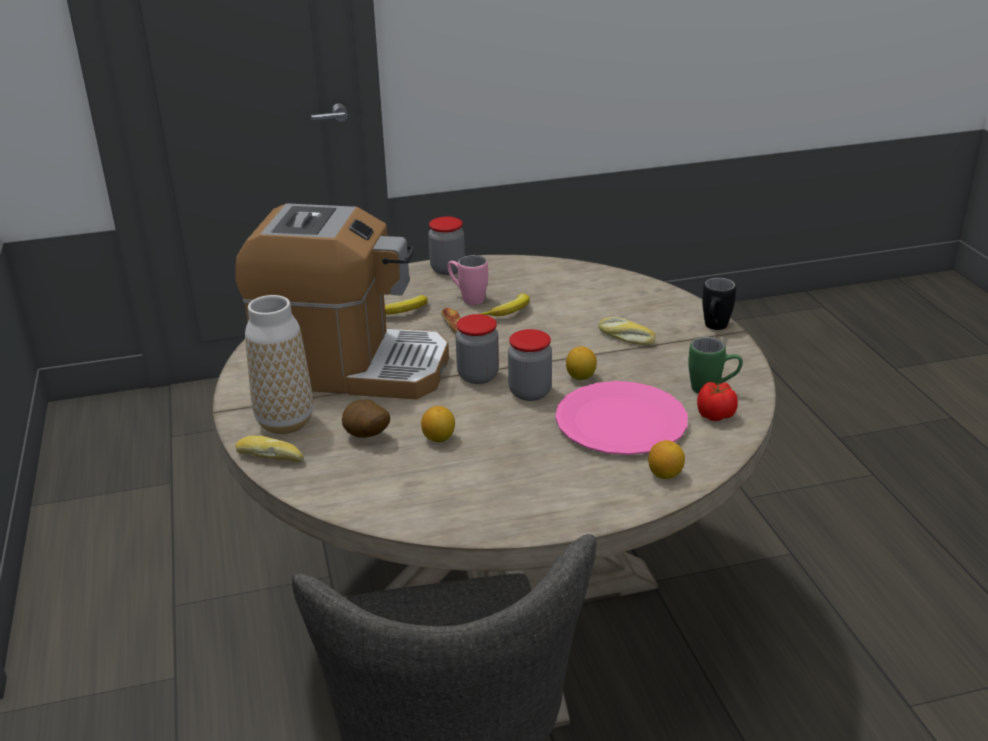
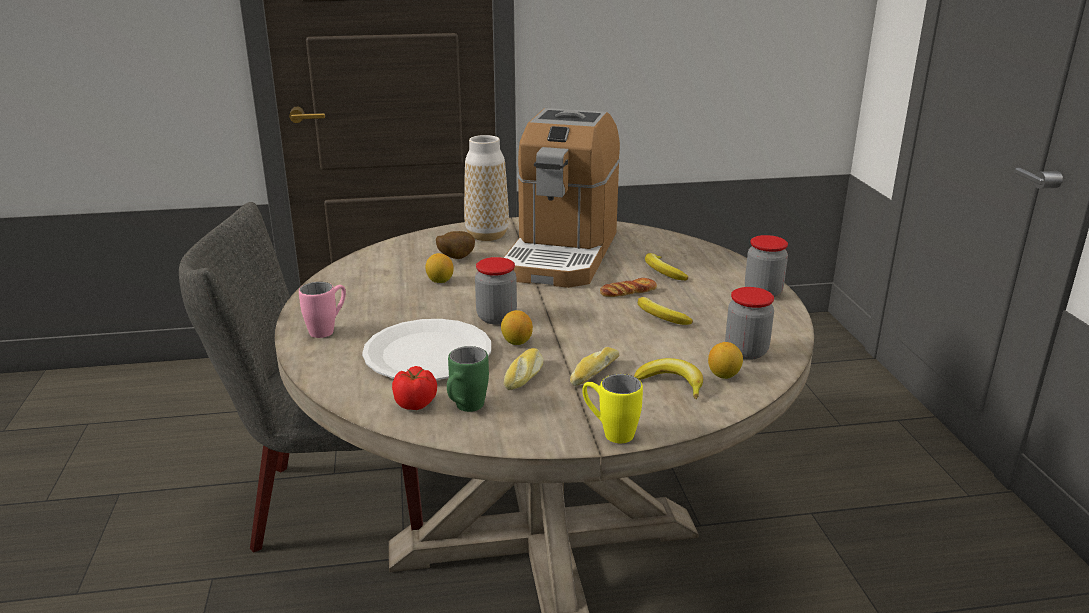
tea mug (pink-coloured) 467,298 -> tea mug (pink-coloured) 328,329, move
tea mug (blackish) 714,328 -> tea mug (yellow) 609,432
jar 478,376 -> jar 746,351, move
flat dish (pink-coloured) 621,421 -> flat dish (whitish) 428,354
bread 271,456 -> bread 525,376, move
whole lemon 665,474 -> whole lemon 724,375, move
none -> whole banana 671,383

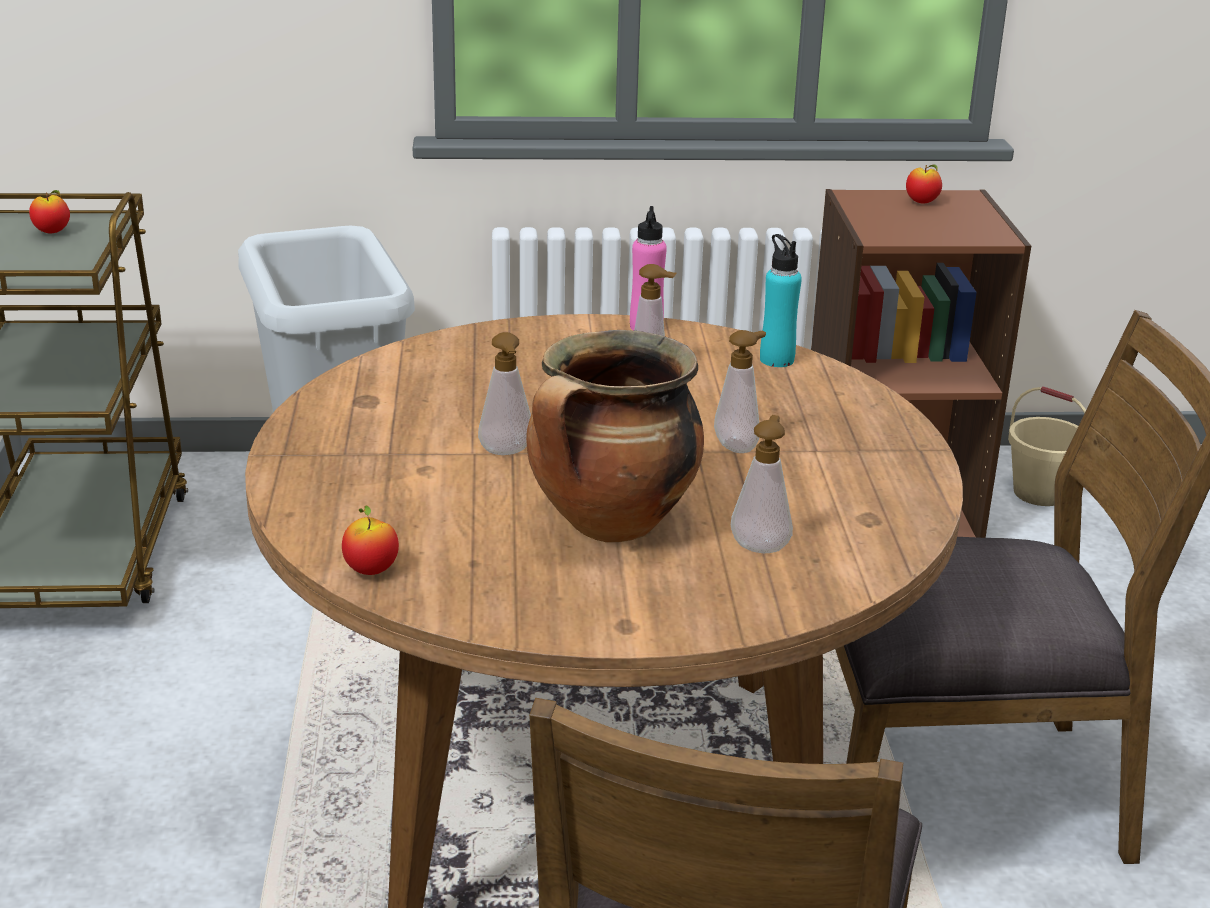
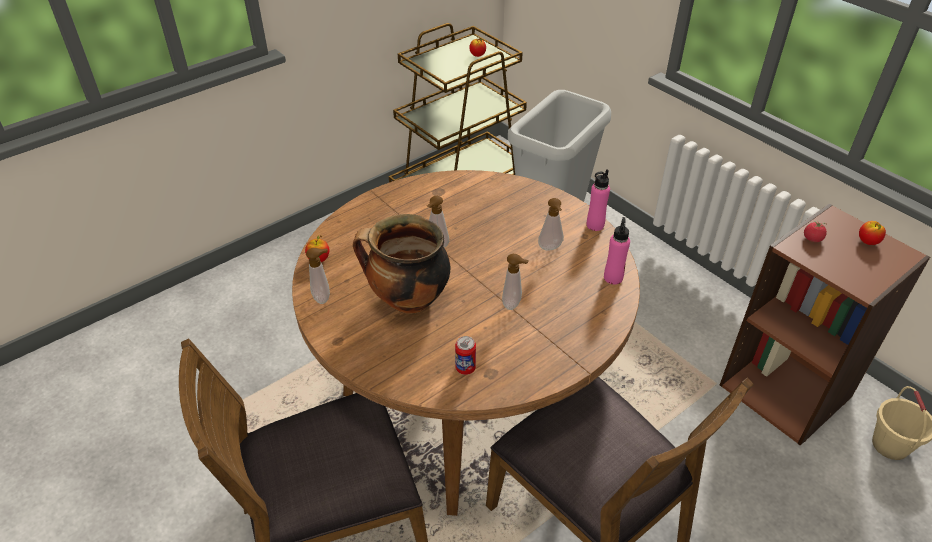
beverage bottle (blue-green) 776,360 -> beverage bottle (pink-coloured) 613,277
soap bottle 760,545 -> soap bottle 323,297, move
none -> tomato 812,239
none -> sealed can 465,368

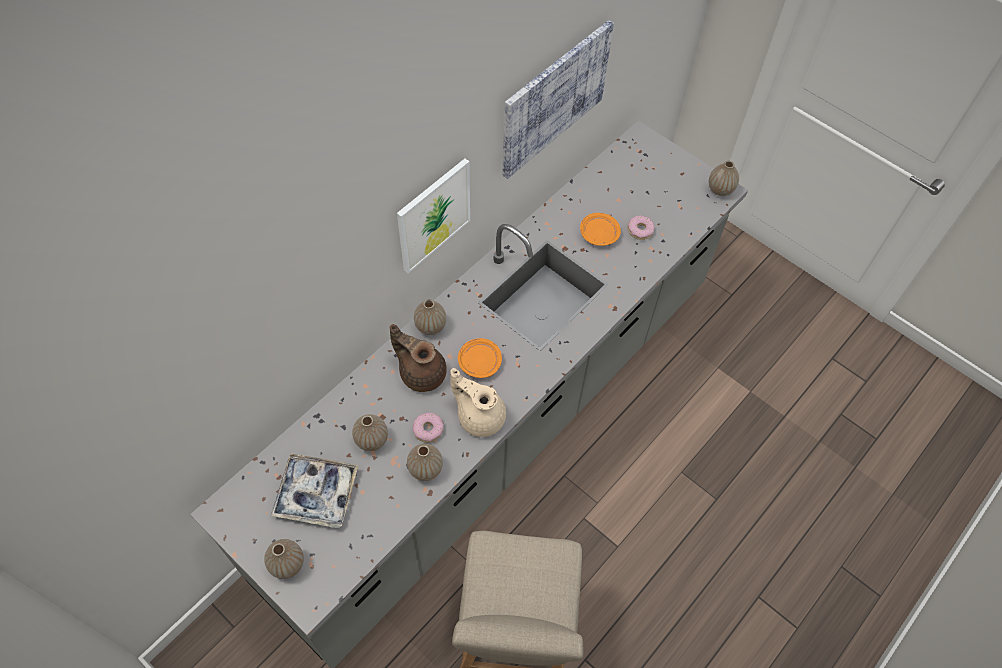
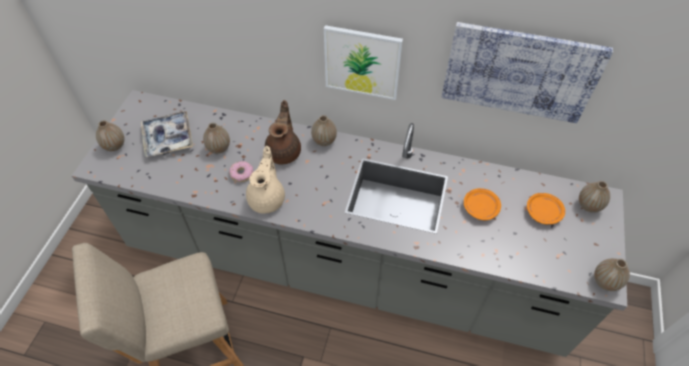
donut 640,230 -> none
flat dish (orangey) 479,361 -> flat dish (orangey) 543,212, move
vase 425,469 -> vase 588,205, move

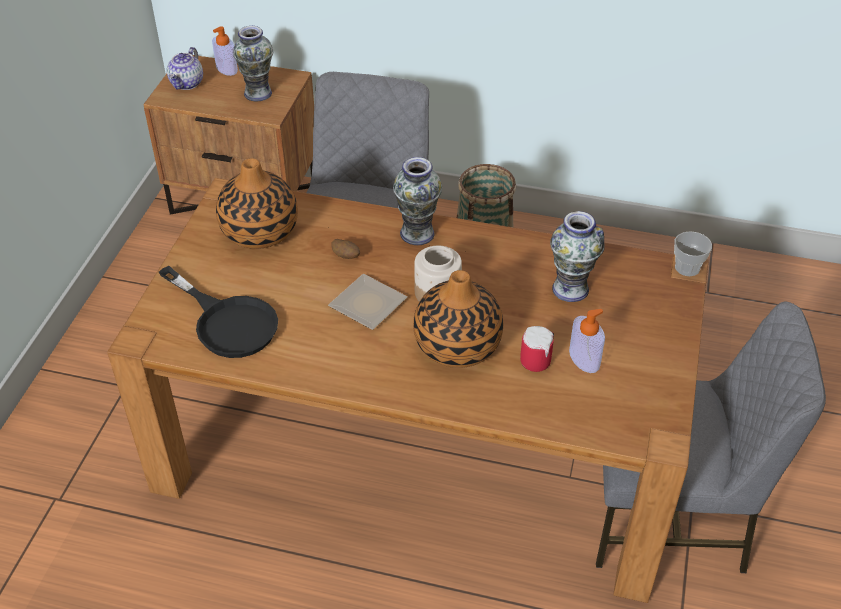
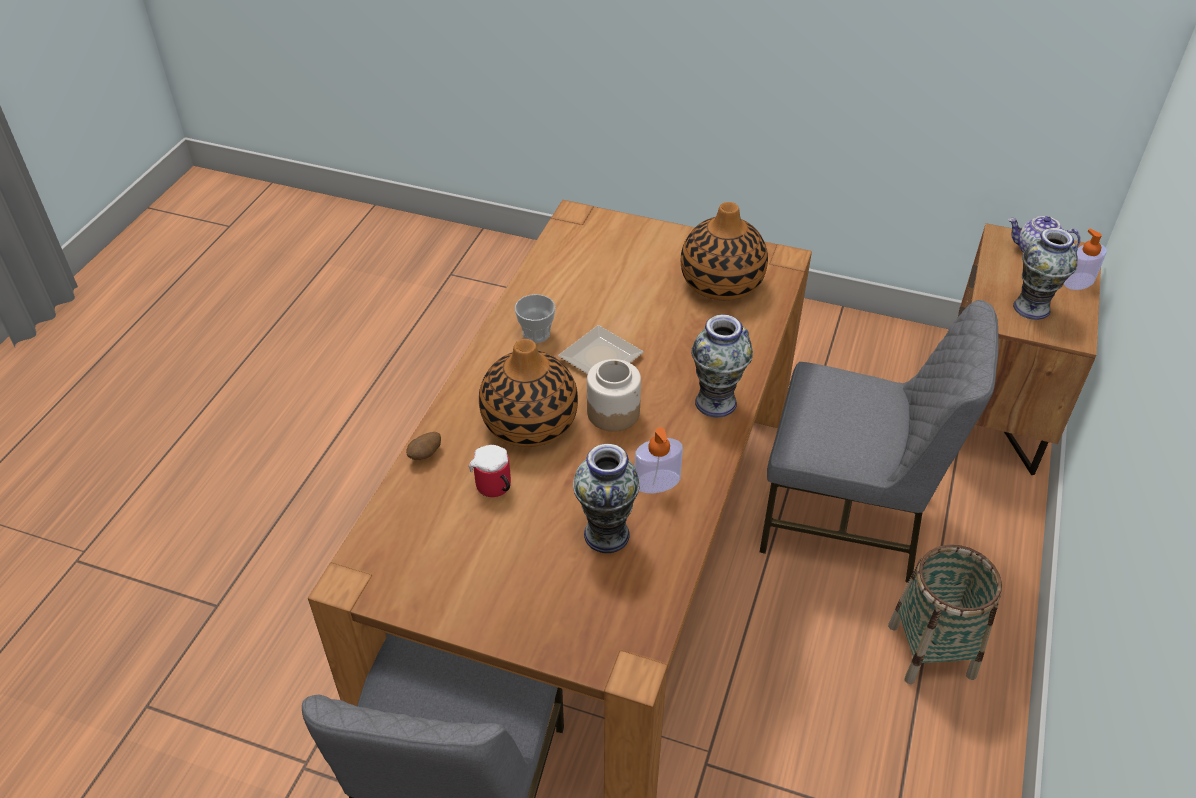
small cup 687,267 -> small cup 536,334, move
whole potato 346,256 -> whole potato 425,455, move
skillet (blackish) 227,322 -> none
soap bottle 584,358 -> soap bottle 657,481, move

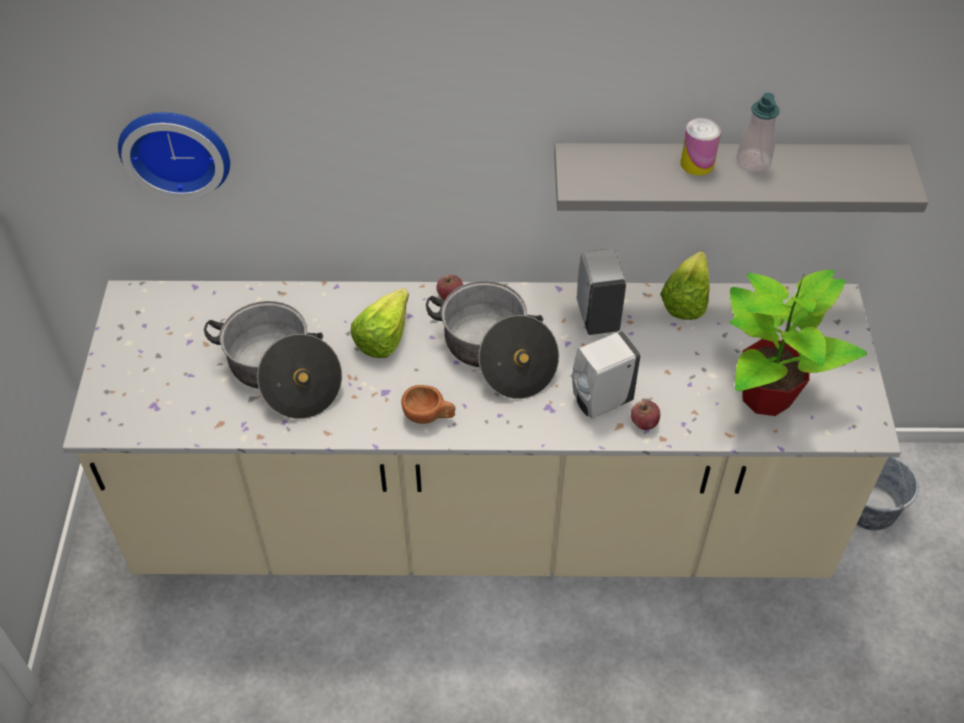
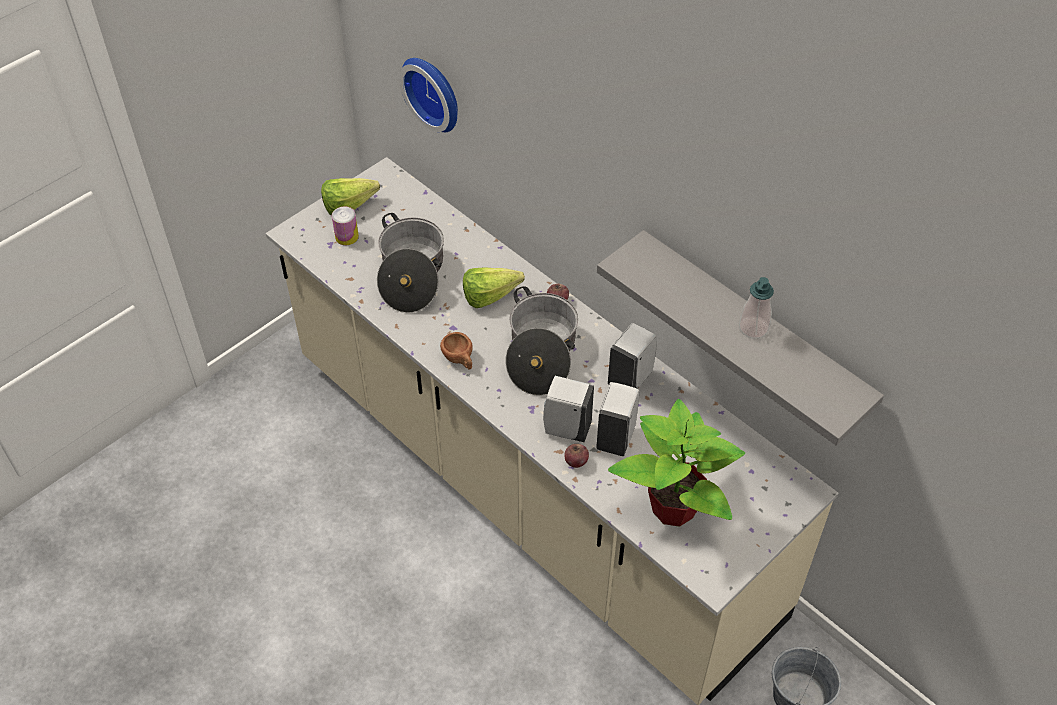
sealed can 697,164 -> sealed can 347,236, move
head of lettuce 689,297 -> head of lettuce 353,206, move
none -> soap bottle (whitish) 616,437

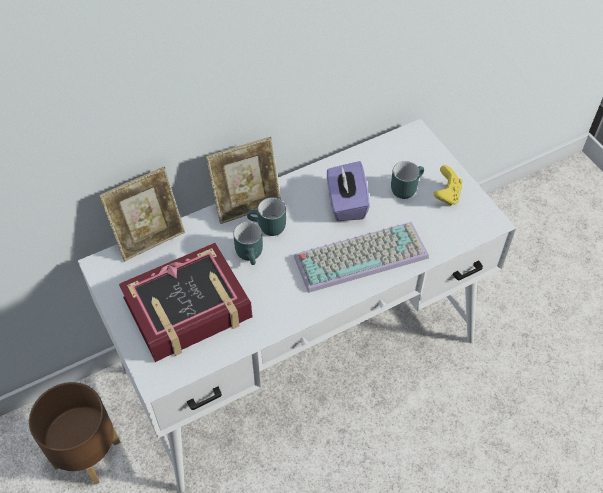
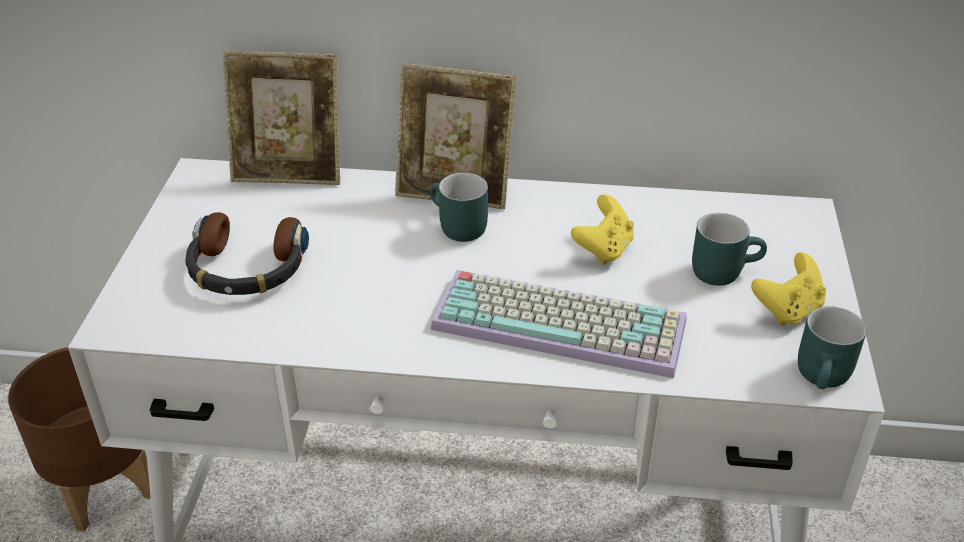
tissue holder (purplish) 346,203 -> game controller (yellow) 603,249
tea mug (blue-green) 252,254 -> tea mug (blue-green) 826,378, move
bound book 188,309 -> headphones 246,268

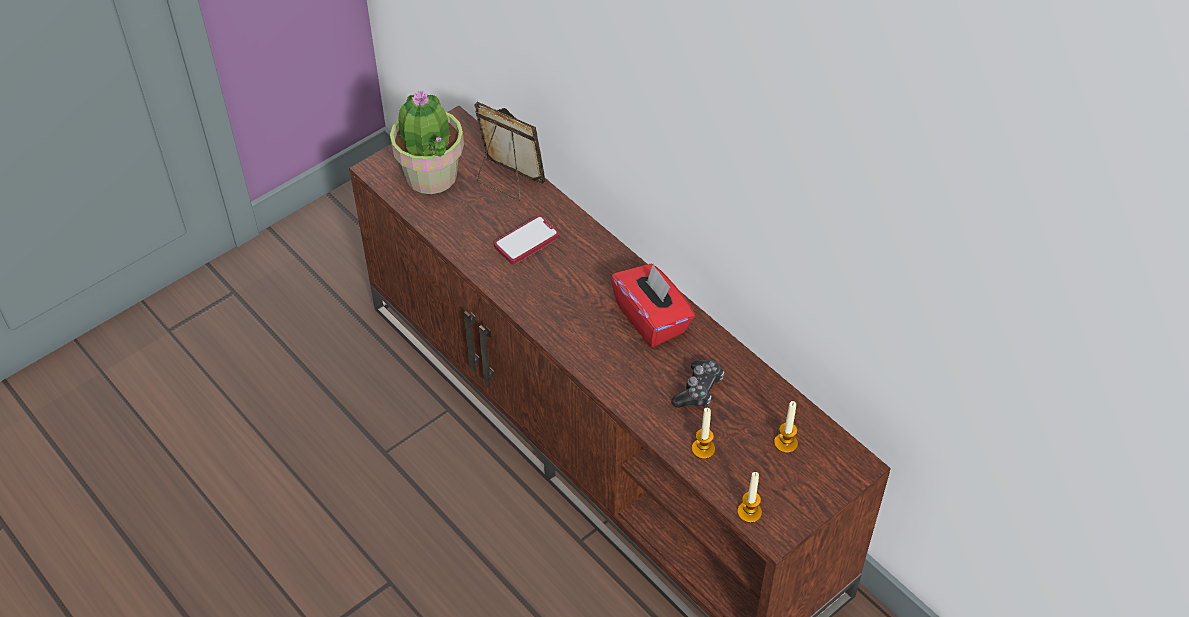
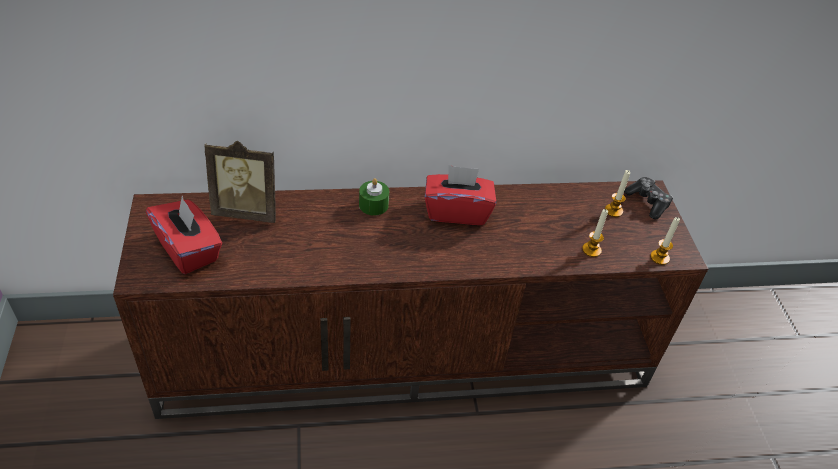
plant in a pot 431,176 -> tissue holder (reddish) 189,249
photo frame 507,181 -> photo frame 247,211, 150 degrees counterclockwise
handset 526,241 -> none
game controller 698,390 -> game controller 647,202, move
none -> wax light (green) 373,205

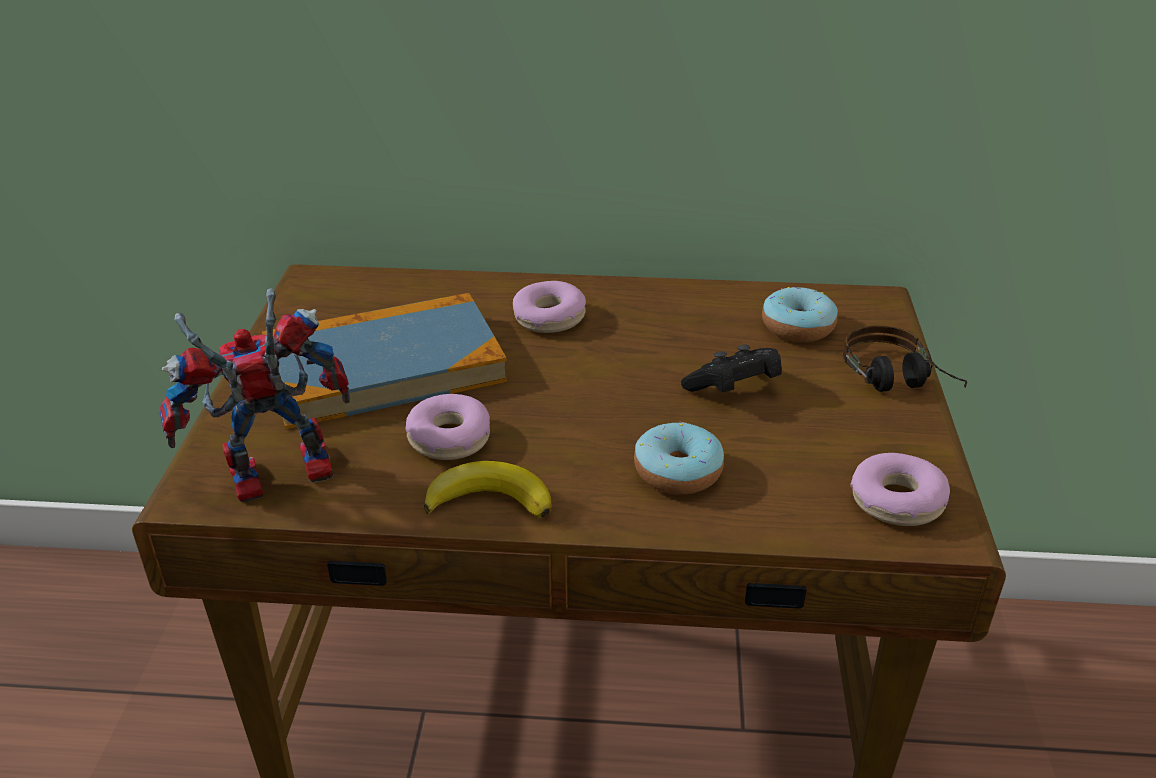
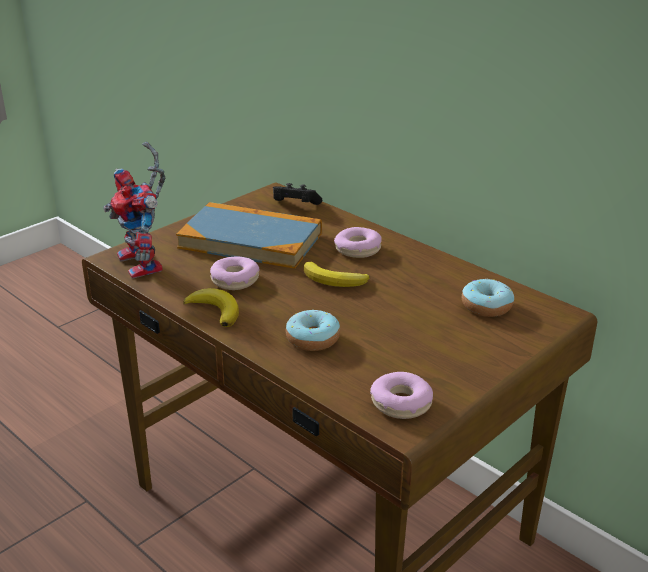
model robot 273,481 -> model robot 146,265, 135 degrees counterclockwise
headphones 899,384 -> none
game controller (blackish) 733,389 -> game controller (blackish) 294,206, move
none -> whole banana 334,280

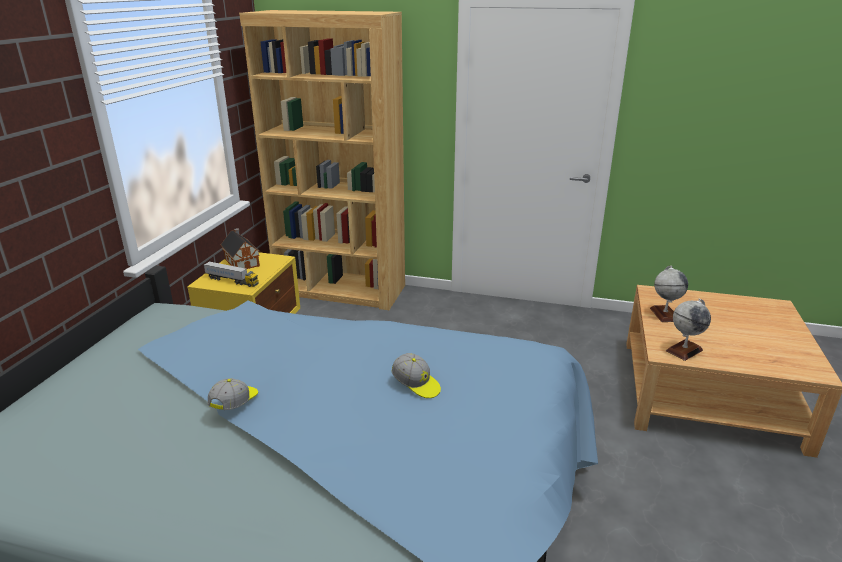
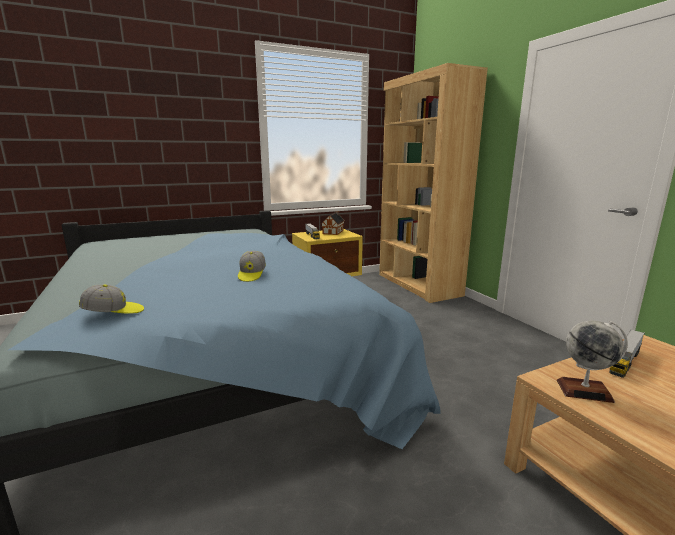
globe 664,314 -> toy truck 625,361
peaked cap 235,403 -> peaked cap 114,313, move

